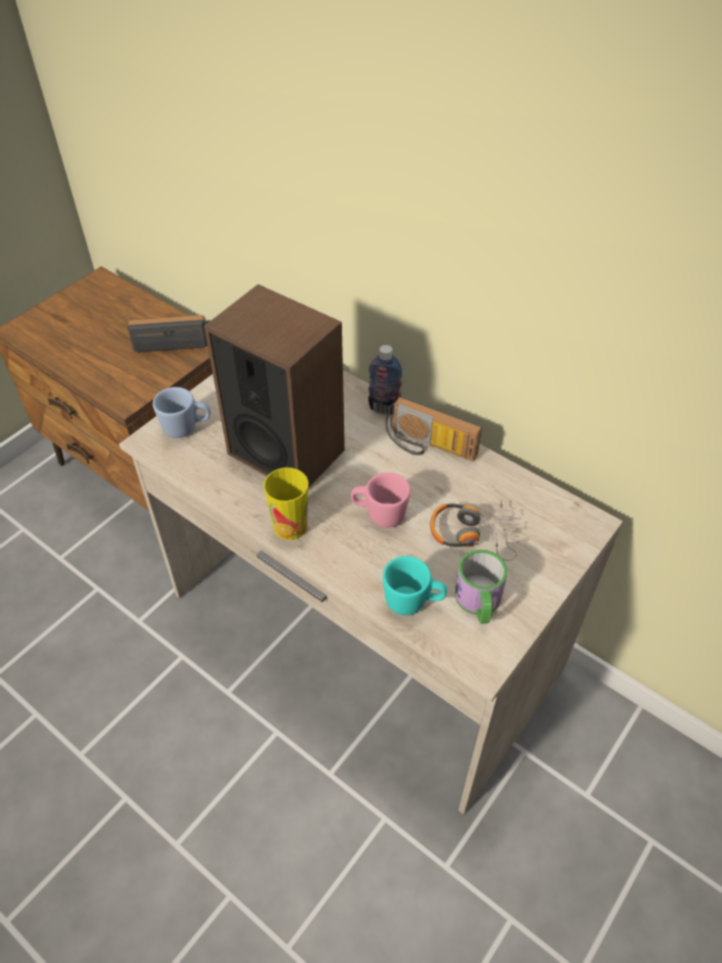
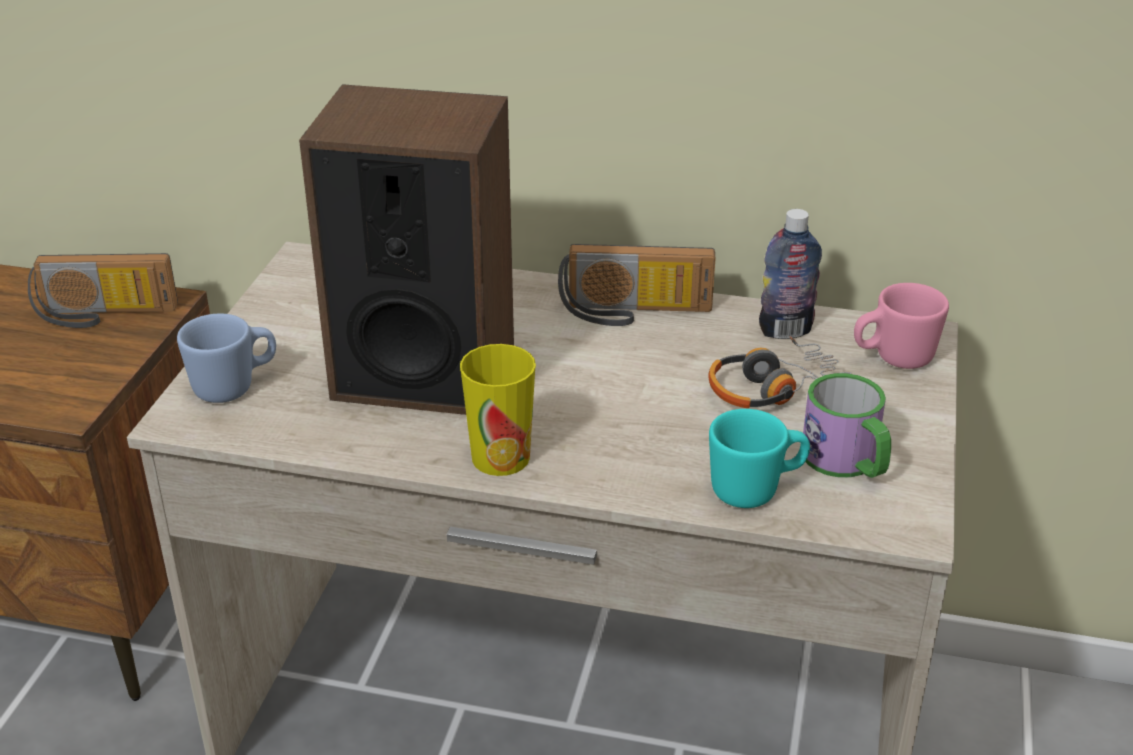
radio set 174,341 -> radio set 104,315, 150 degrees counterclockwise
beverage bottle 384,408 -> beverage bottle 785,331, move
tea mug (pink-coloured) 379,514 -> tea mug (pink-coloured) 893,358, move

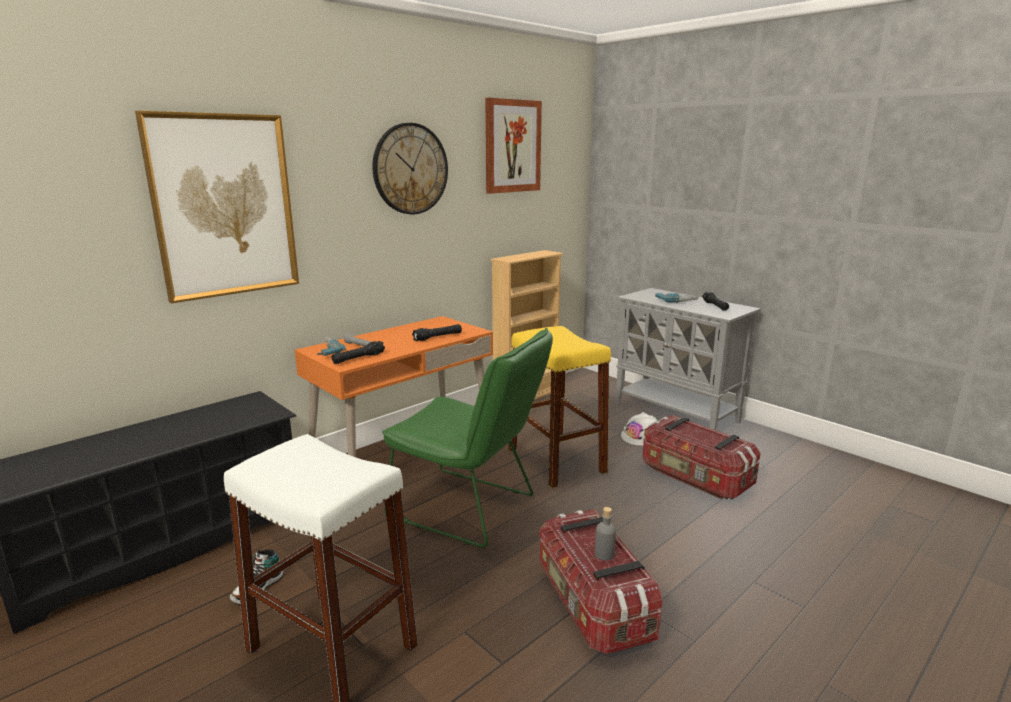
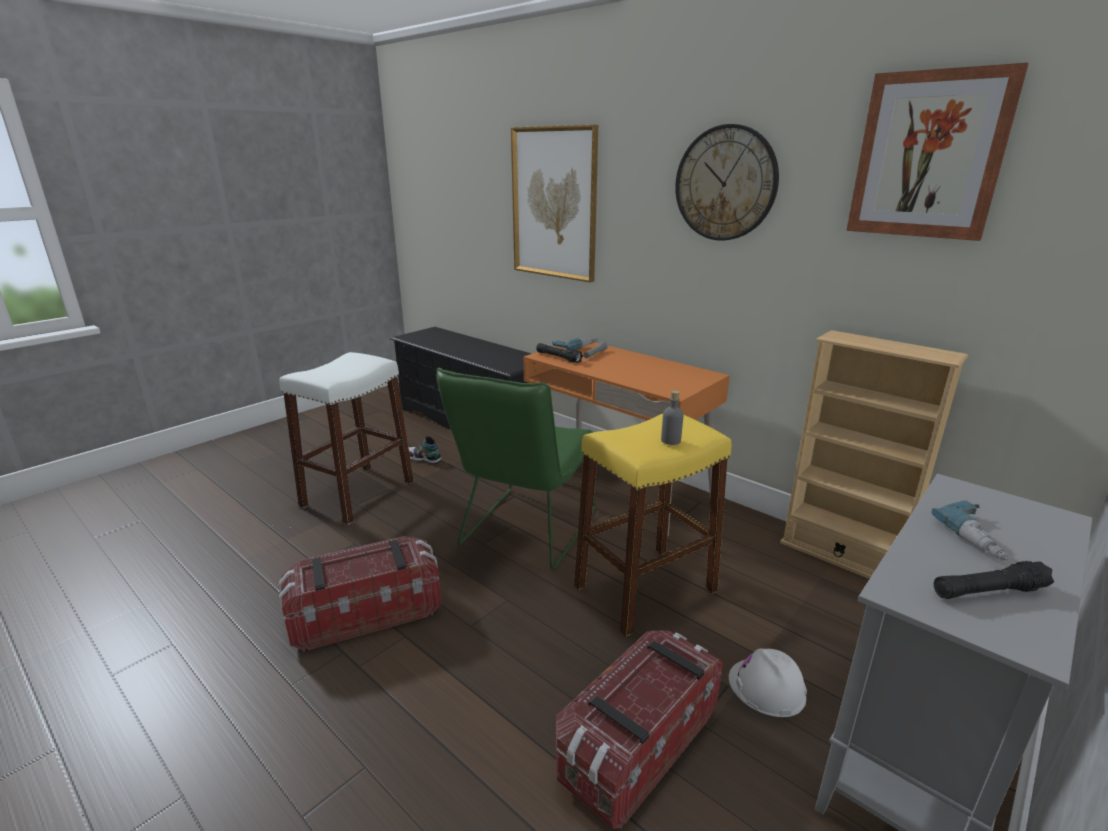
hand torch (blackish) 437,337 -> none
beverage bottle (gray) 604,554 -> beverage bottle (gray) 671,440, move

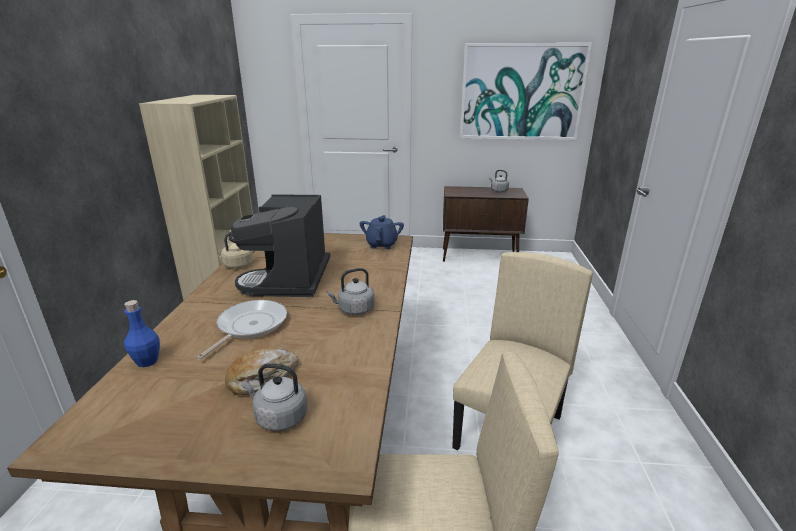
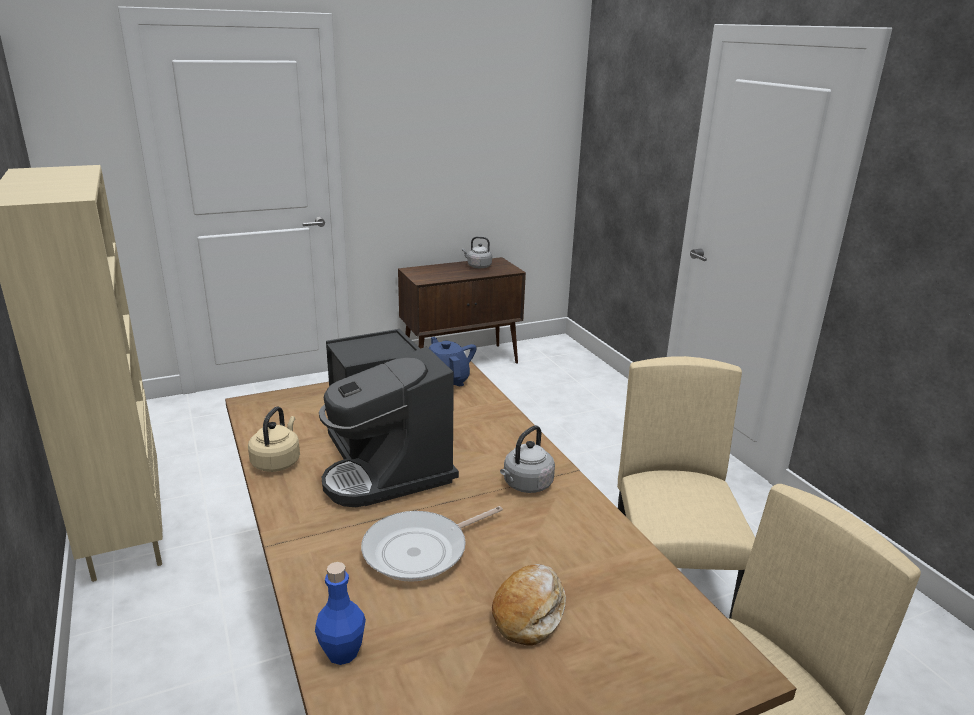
wall art 521,92 -> none
skillet 249,326 -> skillet 421,551, 120 degrees counterclockwise
water kettle (gray) 279,417 -> none

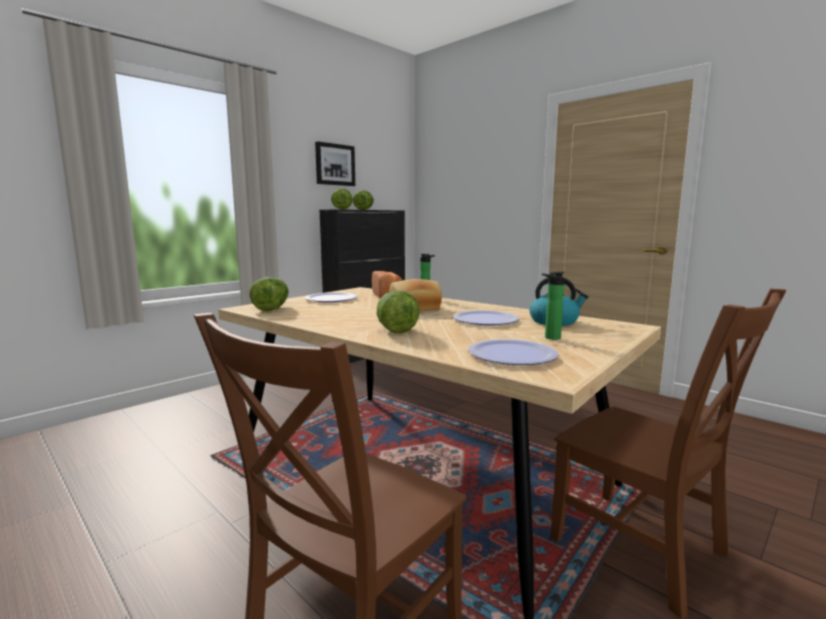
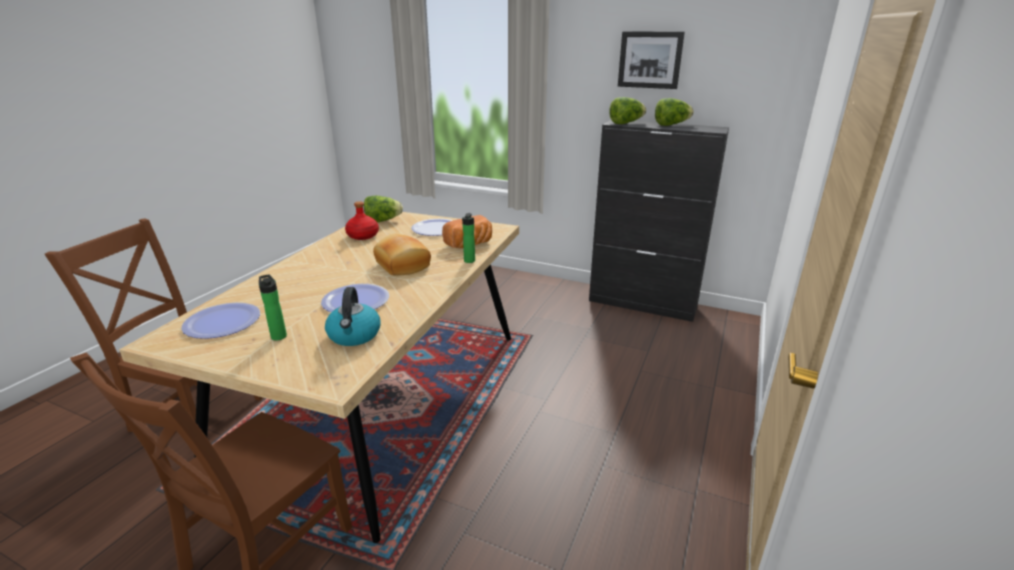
head of lettuce 395,329 -> none
none -> beverage bottle (reddish) 363,236

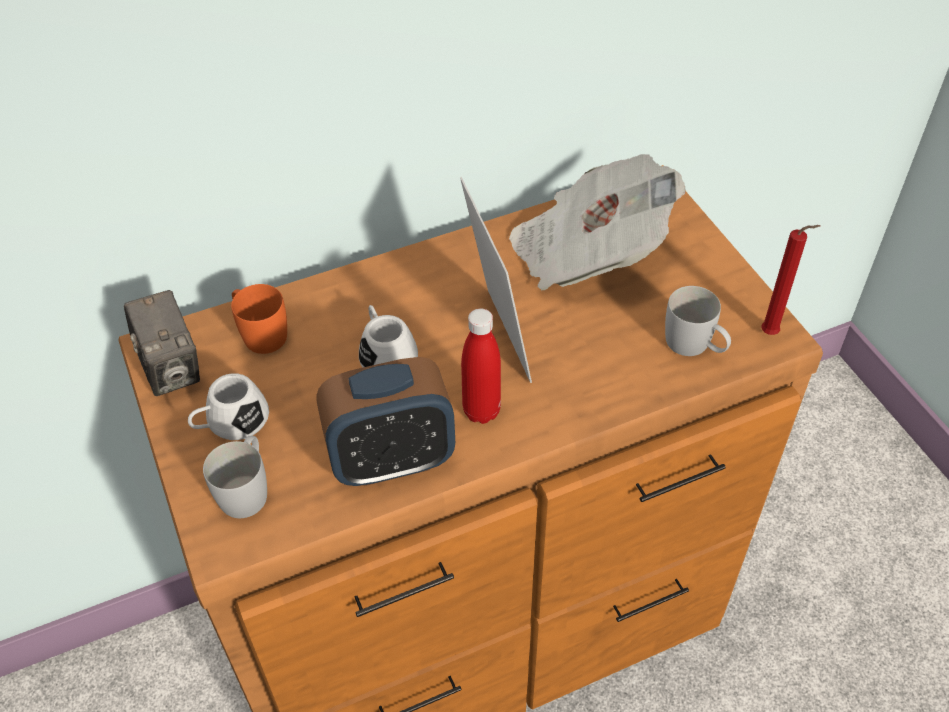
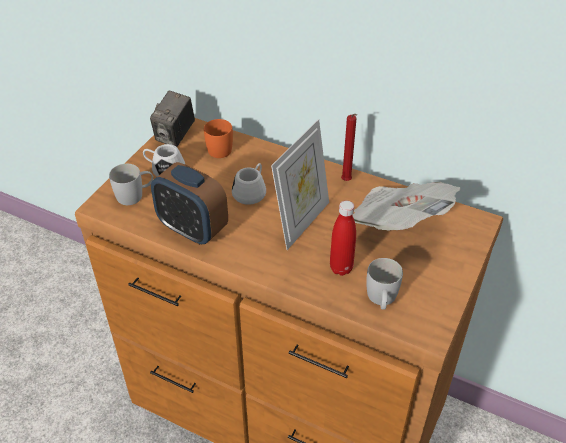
wax light (reddish) 772,334 -> wax light (reddish) 347,182, move
beverage bottle (reddish) 481,411 -> beverage bottle (reddish) 341,268, move

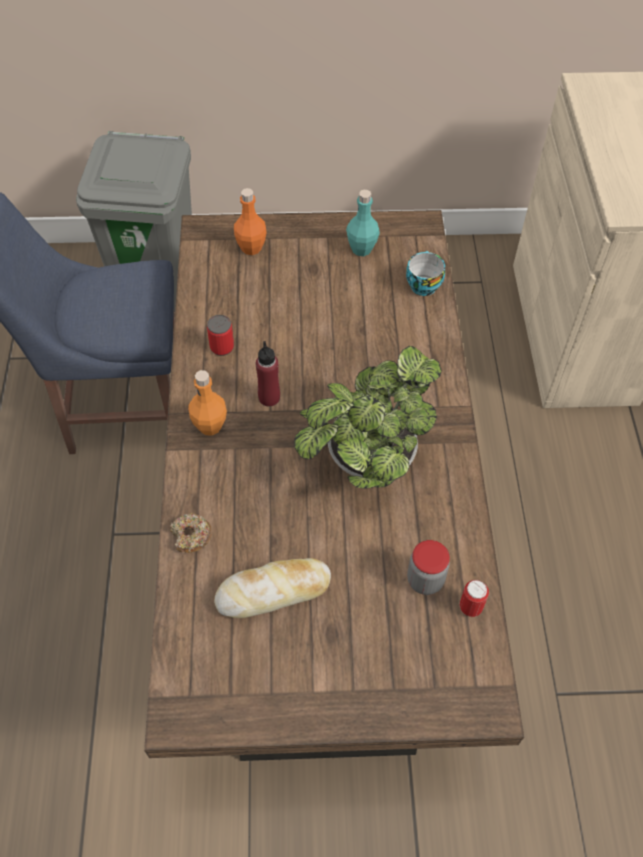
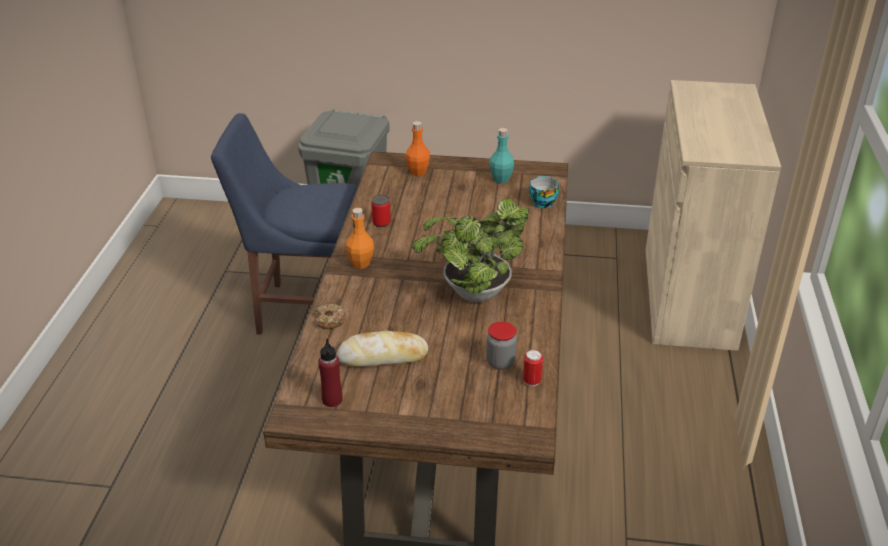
beverage bottle (reddish) 269,397 -> beverage bottle (reddish) 332,400, move

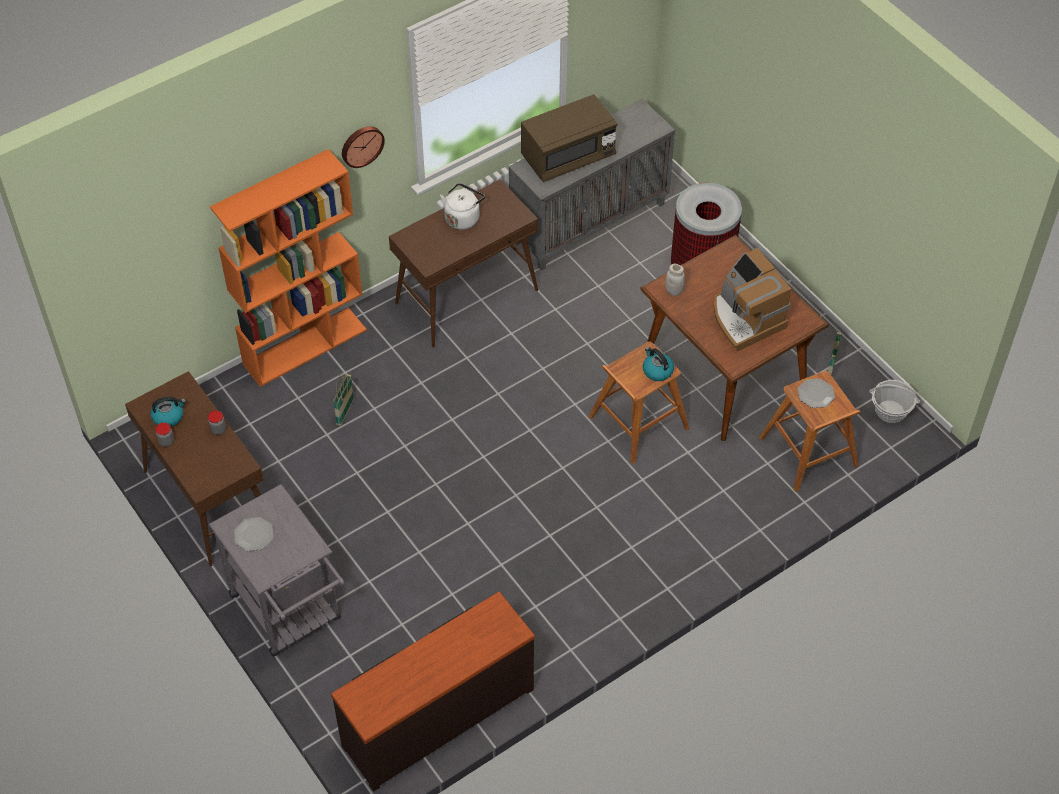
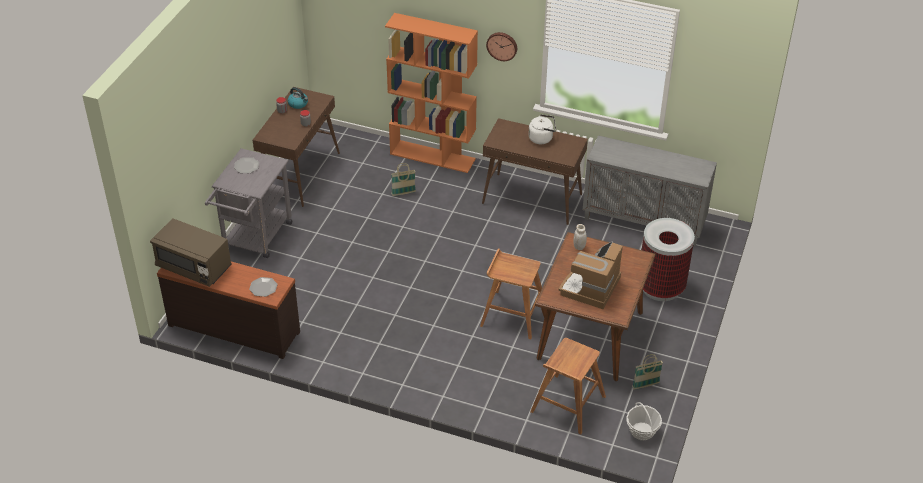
microwave oven (brown) 568,156 -> microwave oven (brown) 194,267, move
water kettle 657,371 -> none
flat dish 816,394 -> flat dish 263,287, move

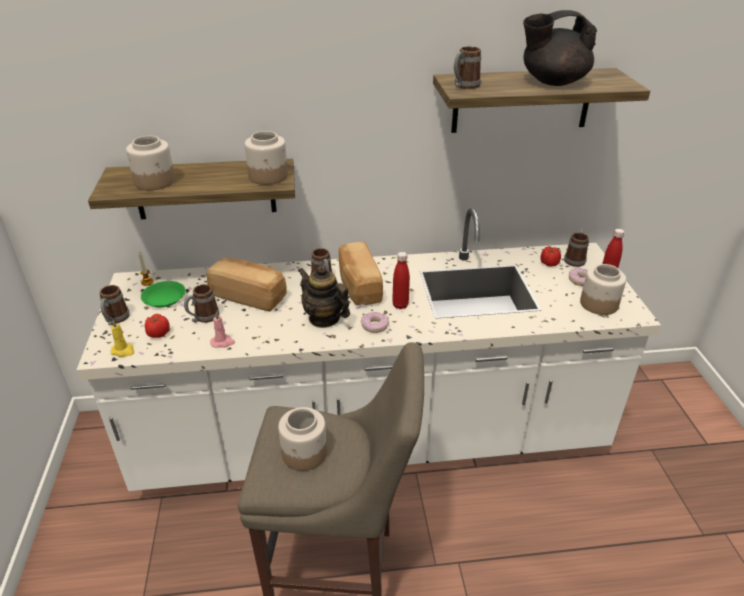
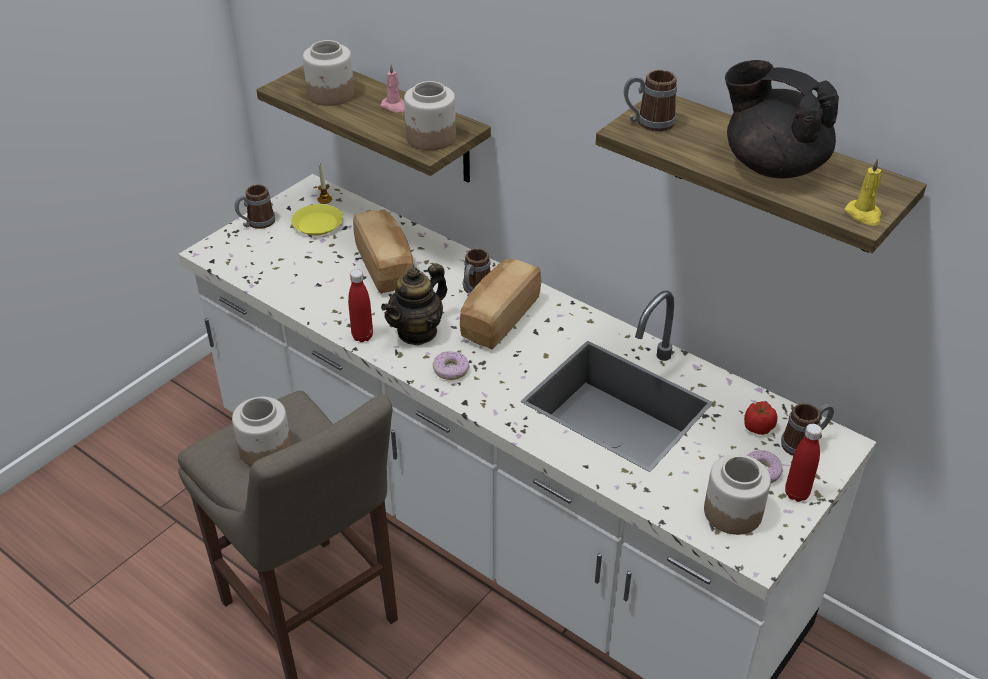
beverage bottle (reddish) 400,305 -> beverage bottle (reddish) 362,336, move
pot for tea 324,318 -> pot for tea 417,332, 135 degrees counterclockwise
flat dish (green) 164,297 -> flat dish (yellow) 318,224
tea mug 203,318 -> none
wax light (pink-coloured) 223,342 -> wax light (pink-coloured) 394,106, move
tomato 158,334 -> none
wax light (yellow) 123,351 -> wax light (yellow) 864,215, move

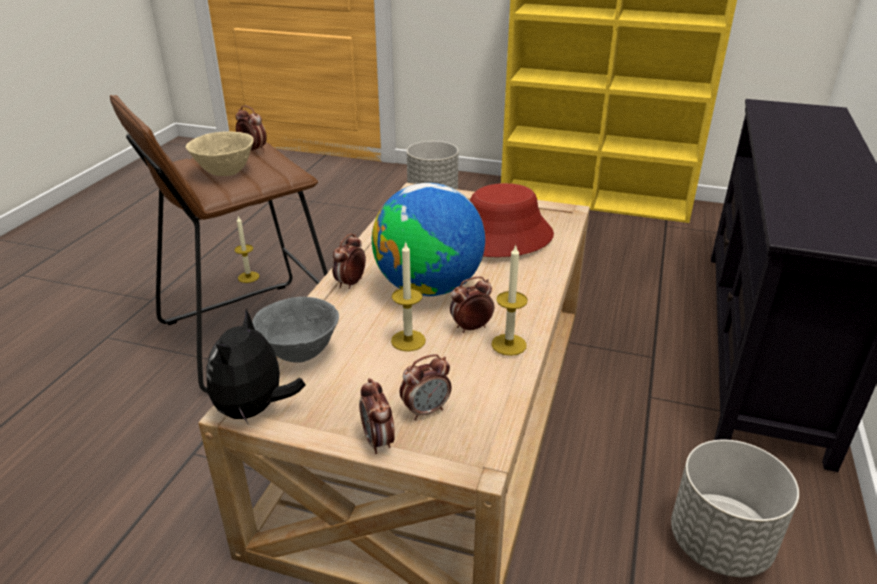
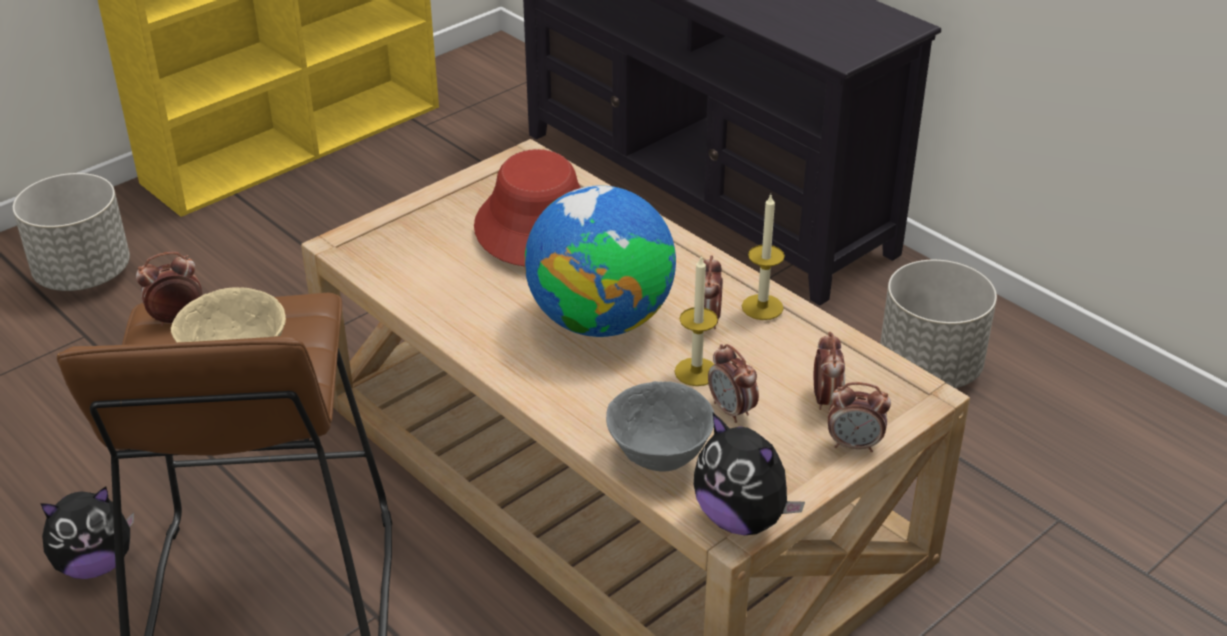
wax light 248,277 -> plush toy 95,564
alarm clock 350,283 -> alarm clock 732,411, move

